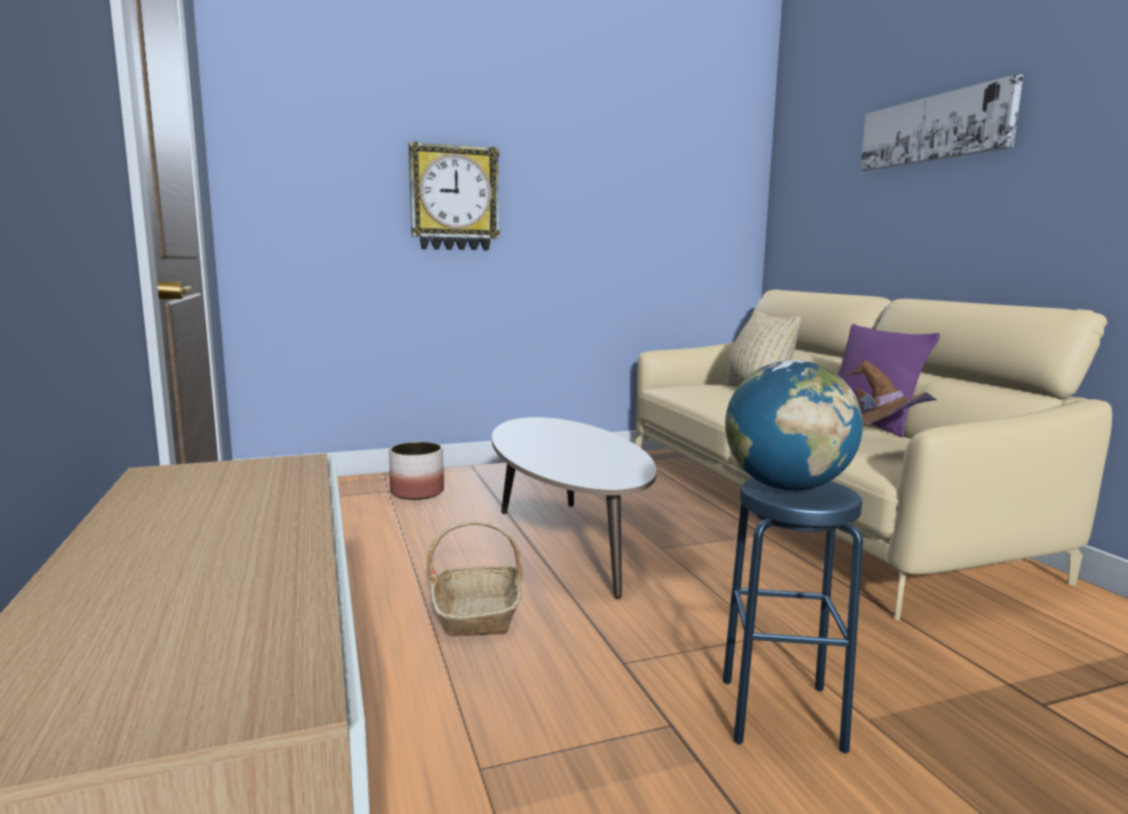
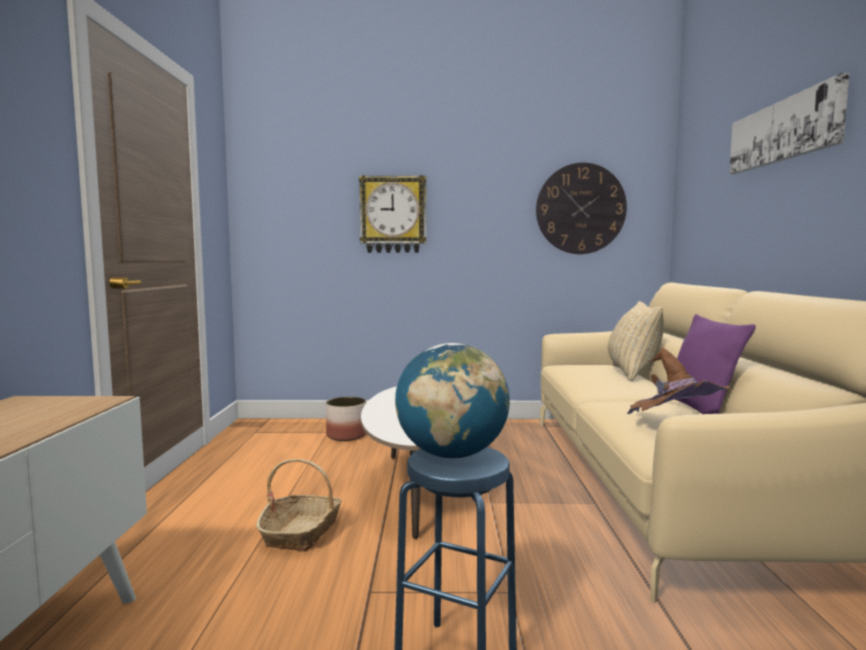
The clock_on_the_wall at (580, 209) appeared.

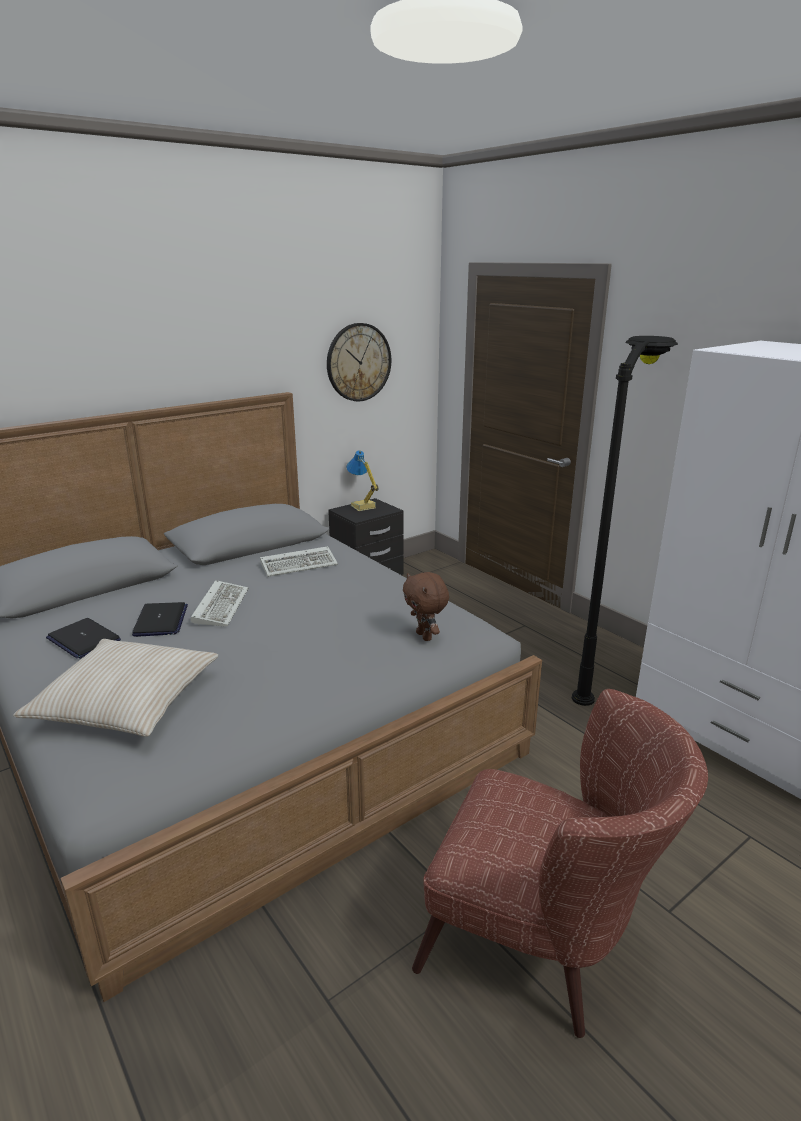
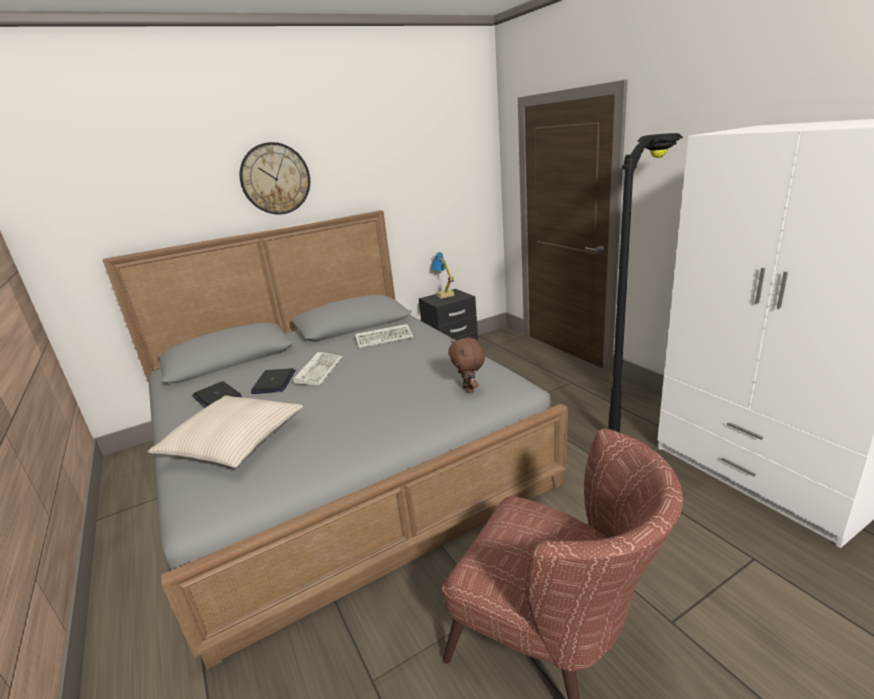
The clock_on_the_wall moved from (358, 362) to (275, 179).

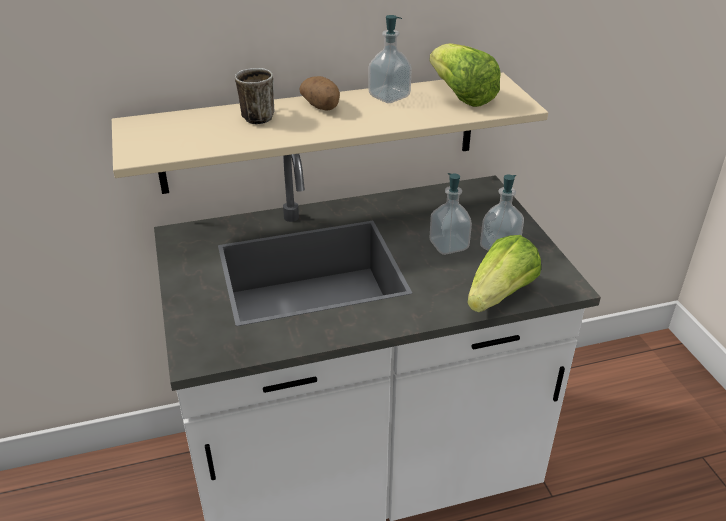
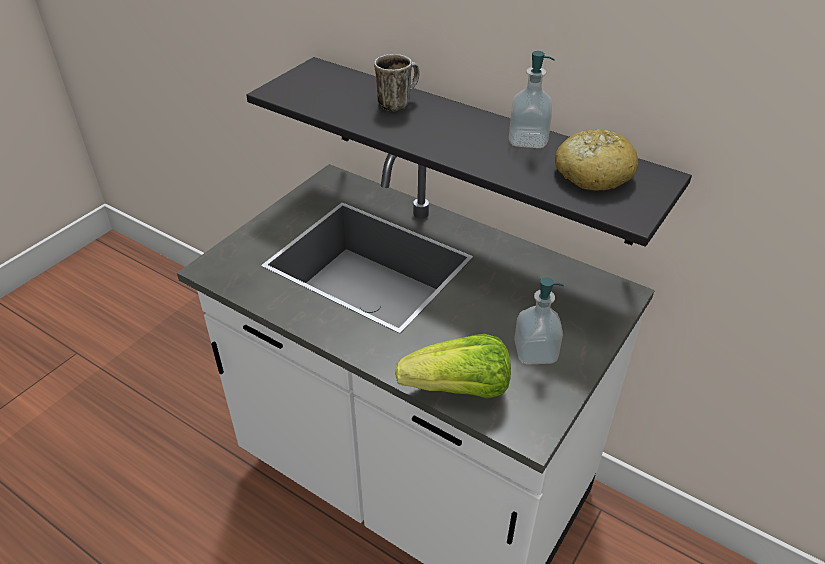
The beige_shelf at (320, 133) became the blackish_shelf at (476, 148).
The spud at (322, 107) disappeared.
The lettuce at (461, 96) was replaced by the baked_bread at (592, 174).
The soap_bottle at (448, 245) disappeared.

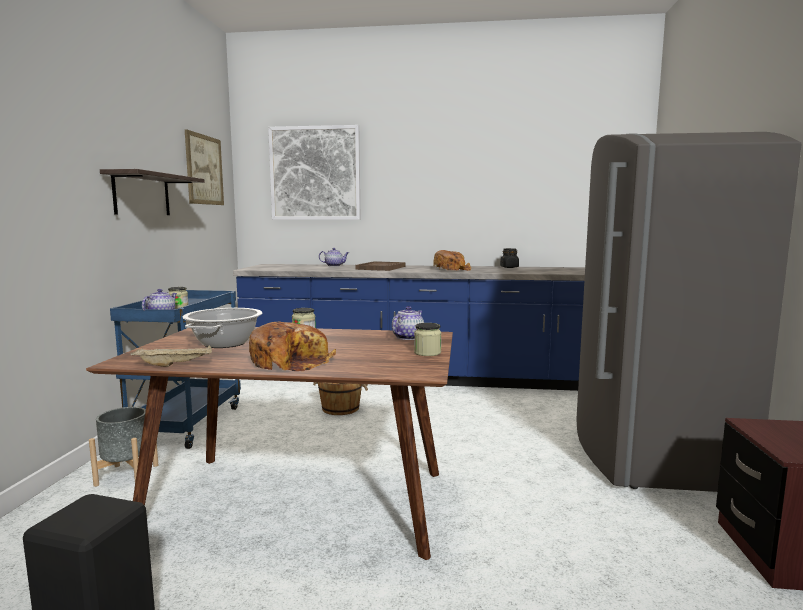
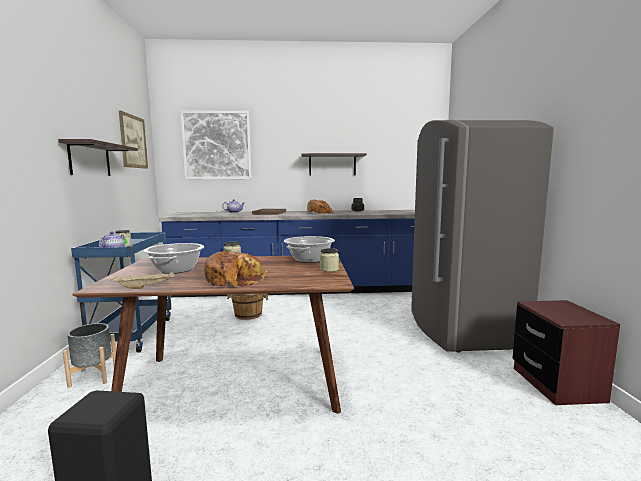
The pot_for_tea at (408, 337) was replaced by the stockpot at (309, 259).
The shelf at (332, 165) appeared.

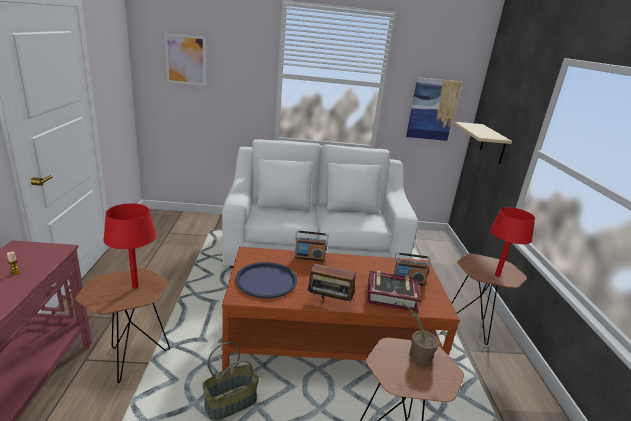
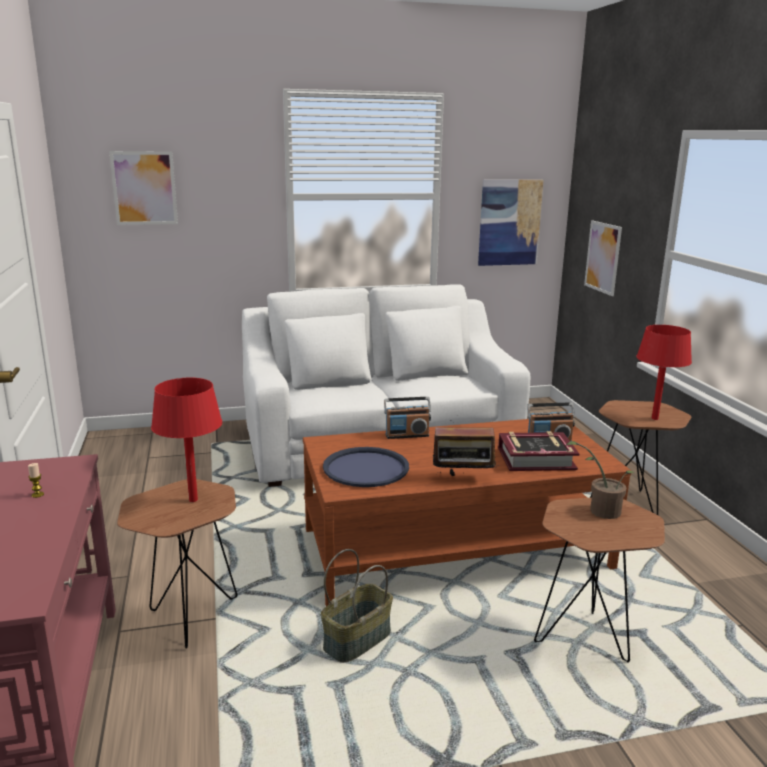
The beige_shelf at (493, 144) was replaced by the wall_picture at (603, 257).

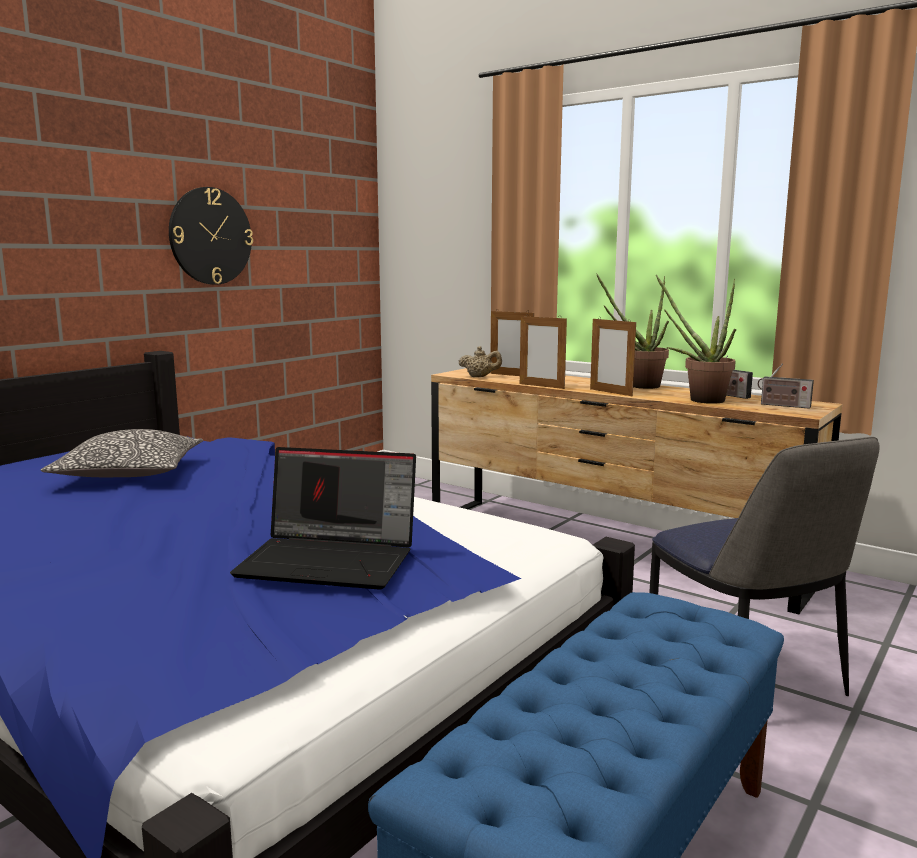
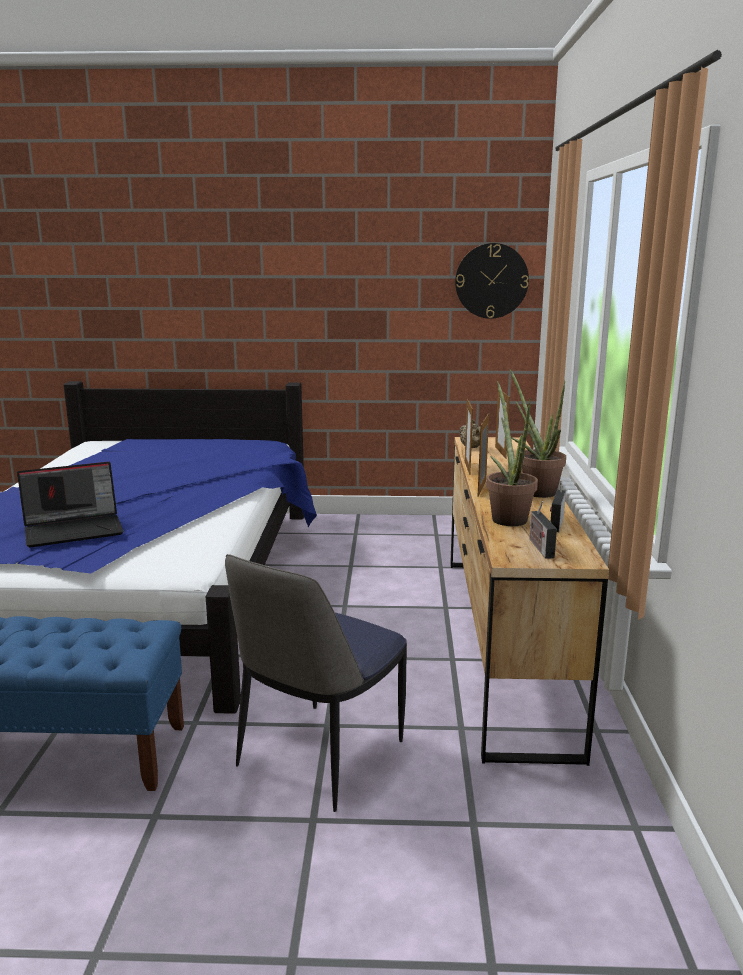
The cushion at (129, 474) disappeared.
The clock_on_the_wall moved from (210, 236) to (491, 281).
The notebook_computer at (331, 560) turned 90 degrees counterclockwise.

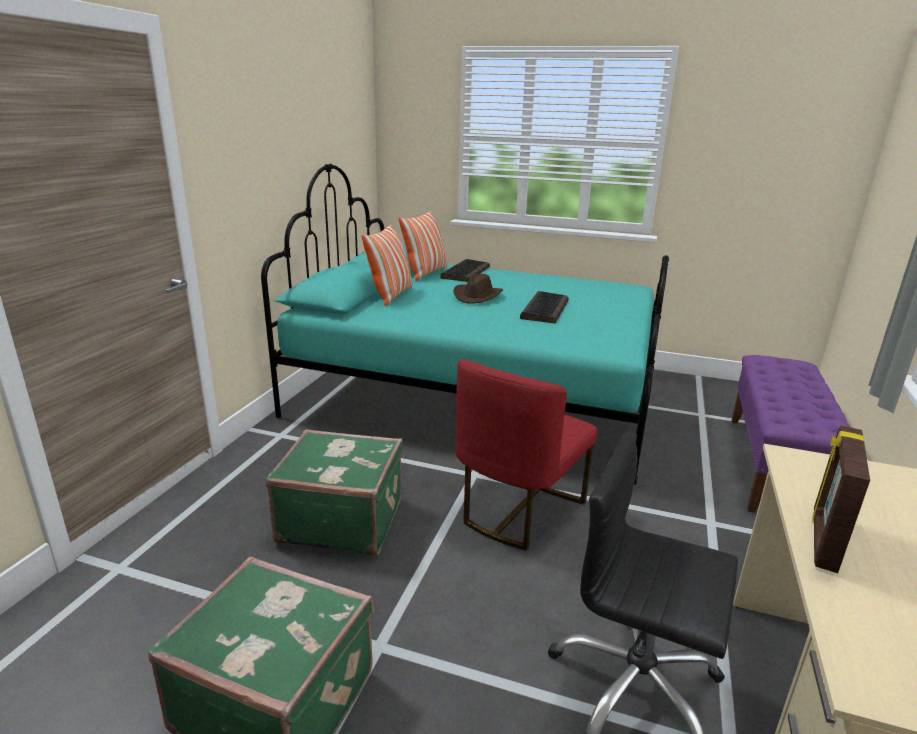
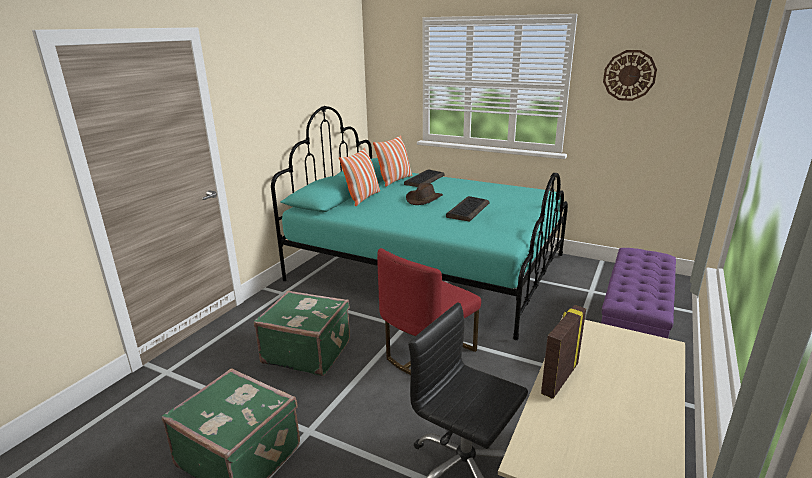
The clock_on_the_wall at (629, 75) appeared.

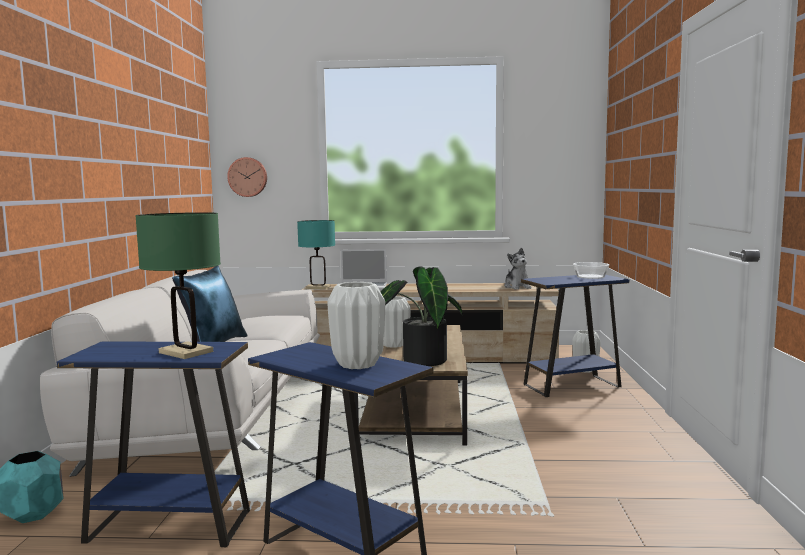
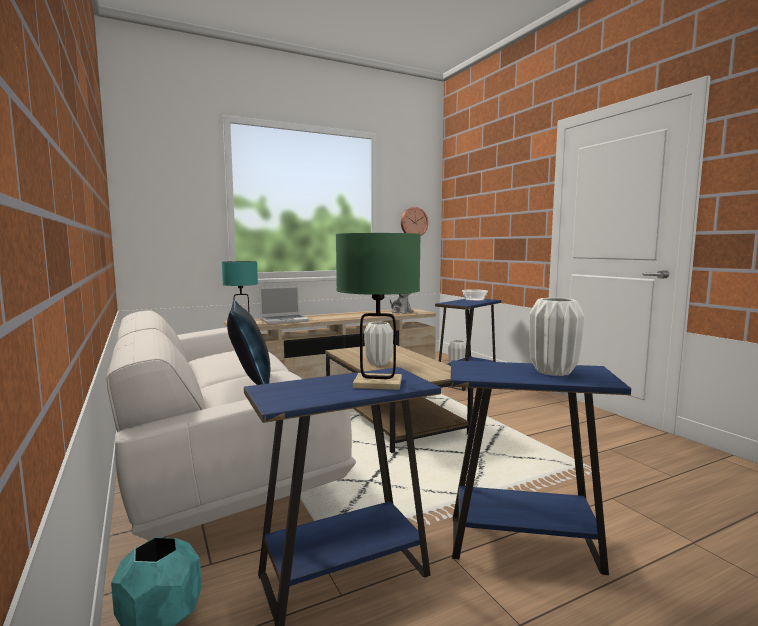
The clock_on_the_wall moved from (248, 177) to (413, 222).
The potted_plant at (419, 360) disappeared.

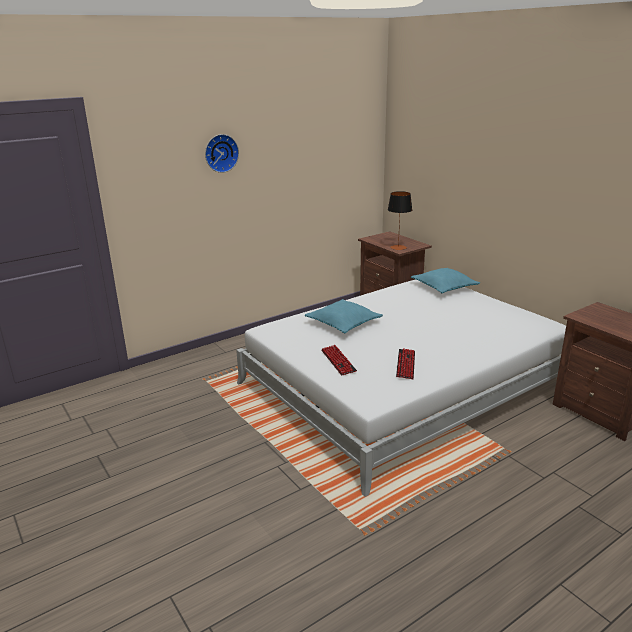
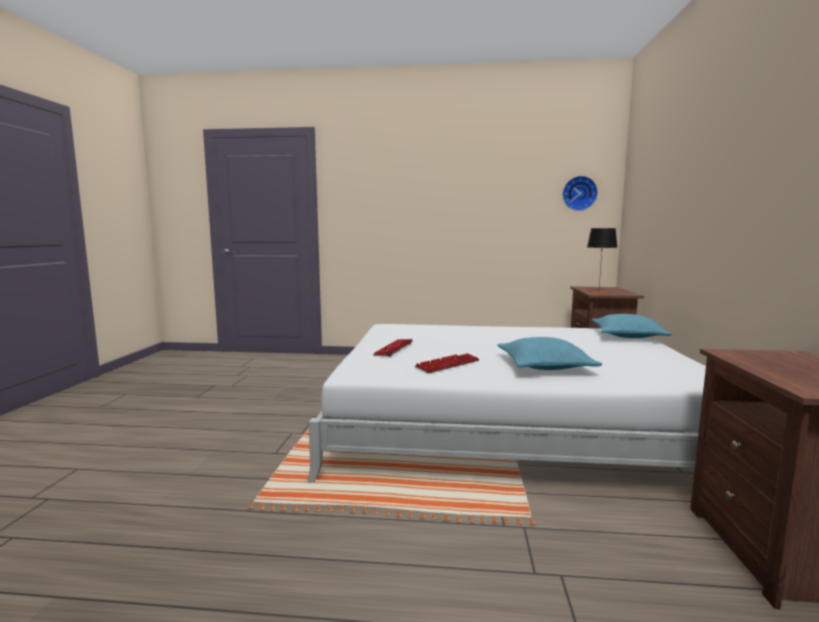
The clock_on_the_wall moved from (220, 153) to (579, 193).
The turquoise-coloured_cushion moved from (343, 323) to (544, 366).

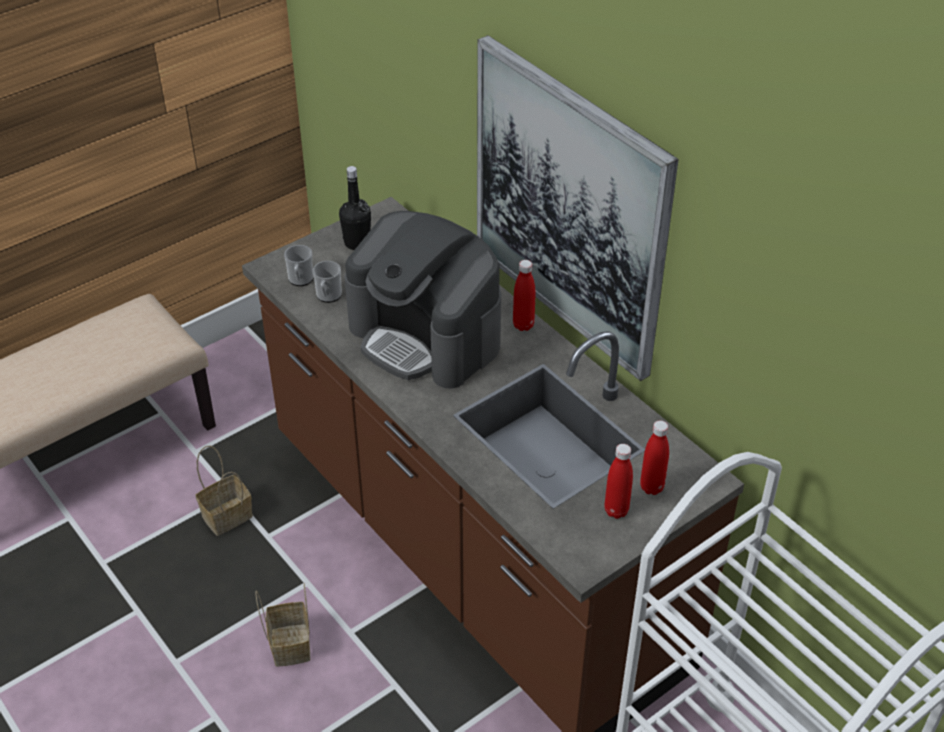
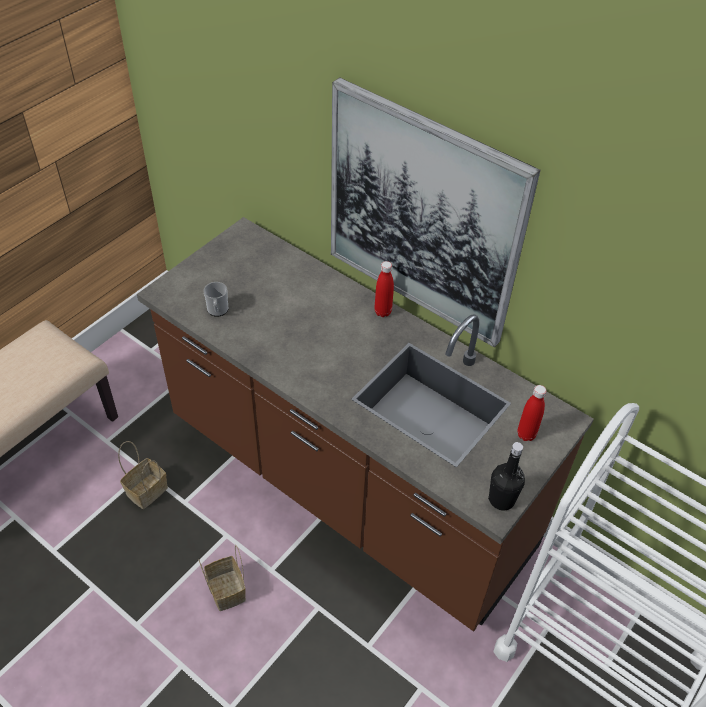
The coffee_mug at (300, 280) disappeared.
The blackish_drink_bottle moved from (357, 243) to (501, 499).
The coffee_brewer at (426, 336) disappeared.
The red-coloured_drink_bottle at (616, 510) disappeared.

